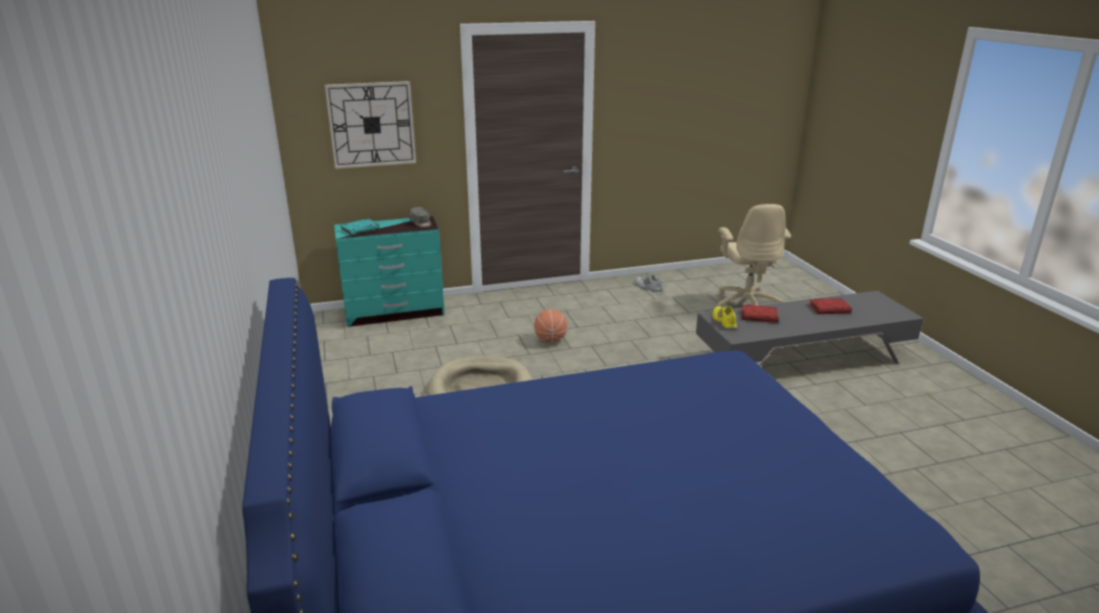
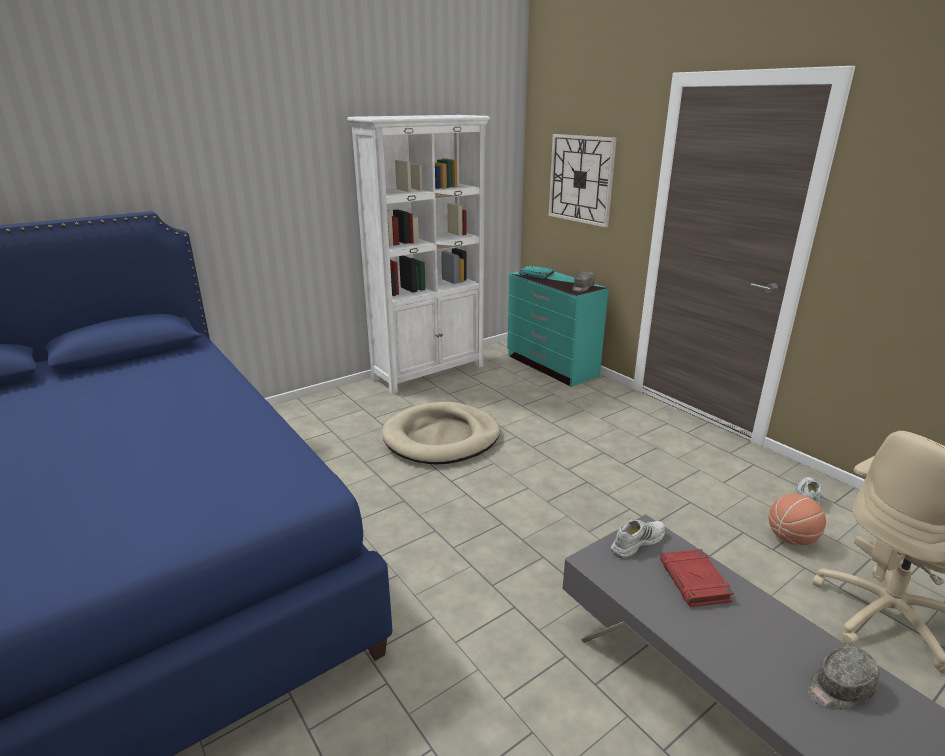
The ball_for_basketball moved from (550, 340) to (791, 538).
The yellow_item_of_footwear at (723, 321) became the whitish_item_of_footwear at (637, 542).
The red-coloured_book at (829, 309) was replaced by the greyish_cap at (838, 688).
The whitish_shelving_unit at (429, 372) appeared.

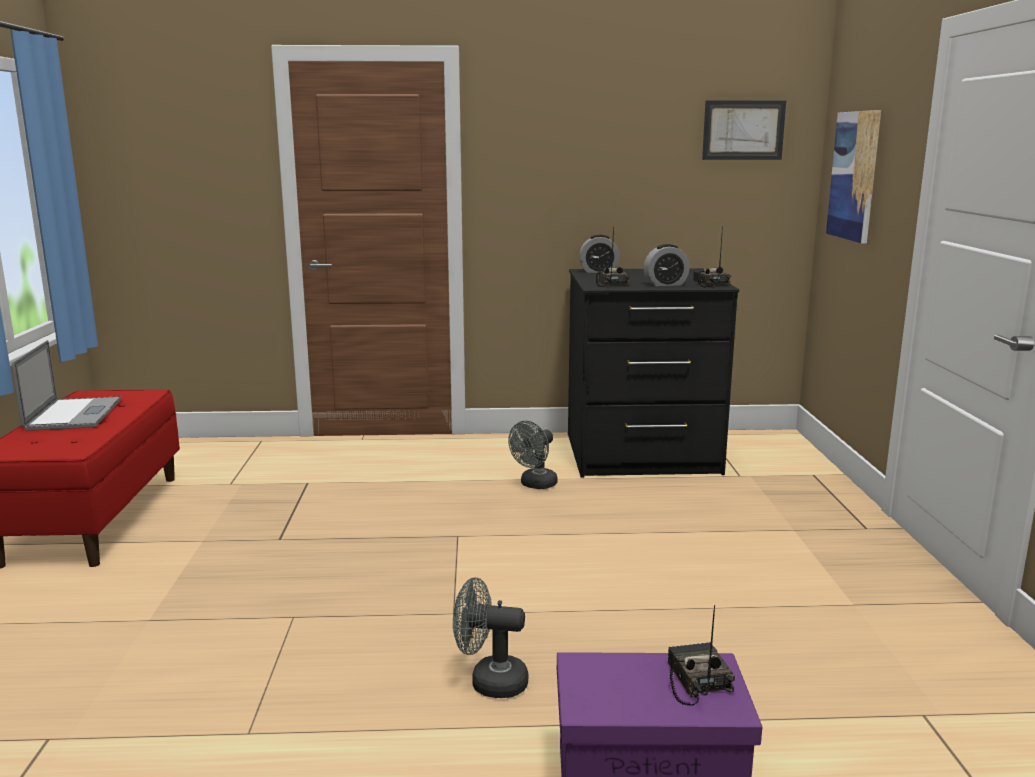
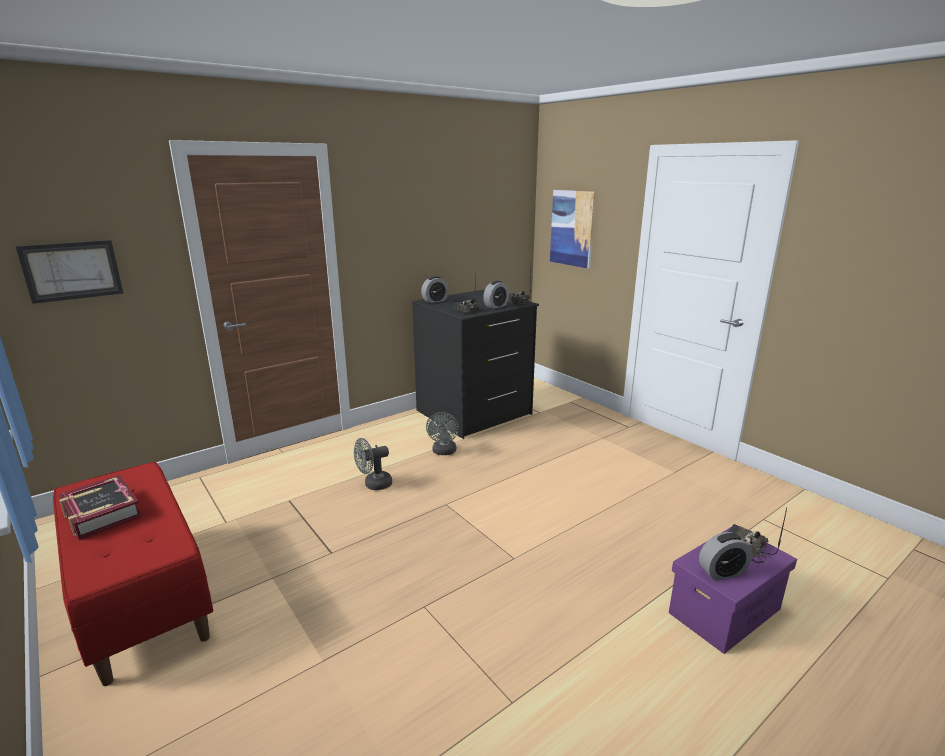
The notebook_computer at (74, 414) was replaced by the book at (101, 513).
The greyish_fan moved from (489, 682) to (374, 485).
The wall_picture moved from (743, 130) to (72, 270).
The alarm_clock at (722, 572) appeared.

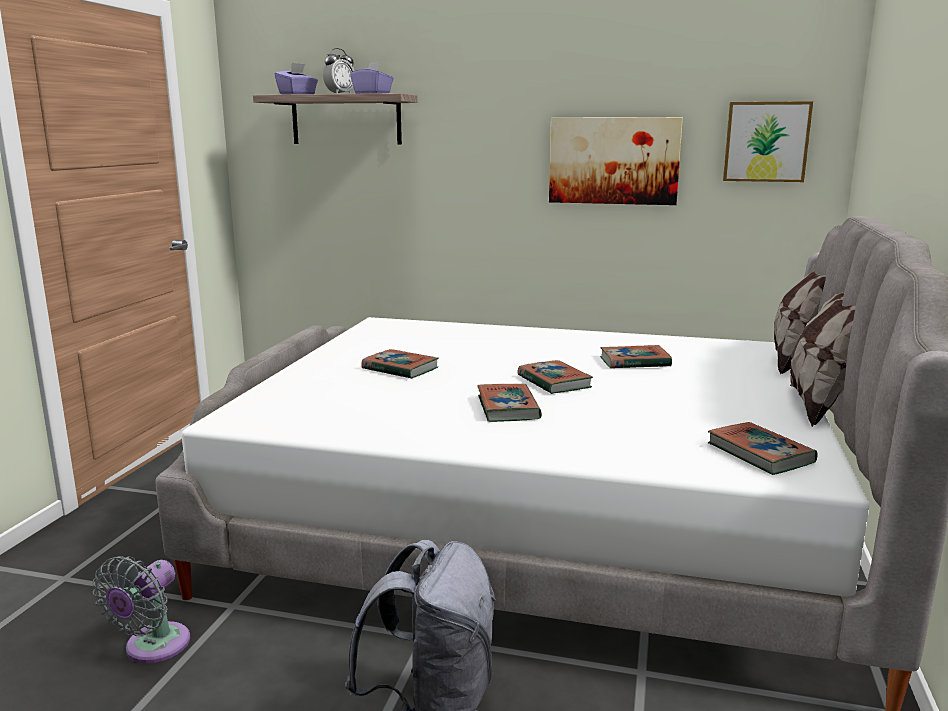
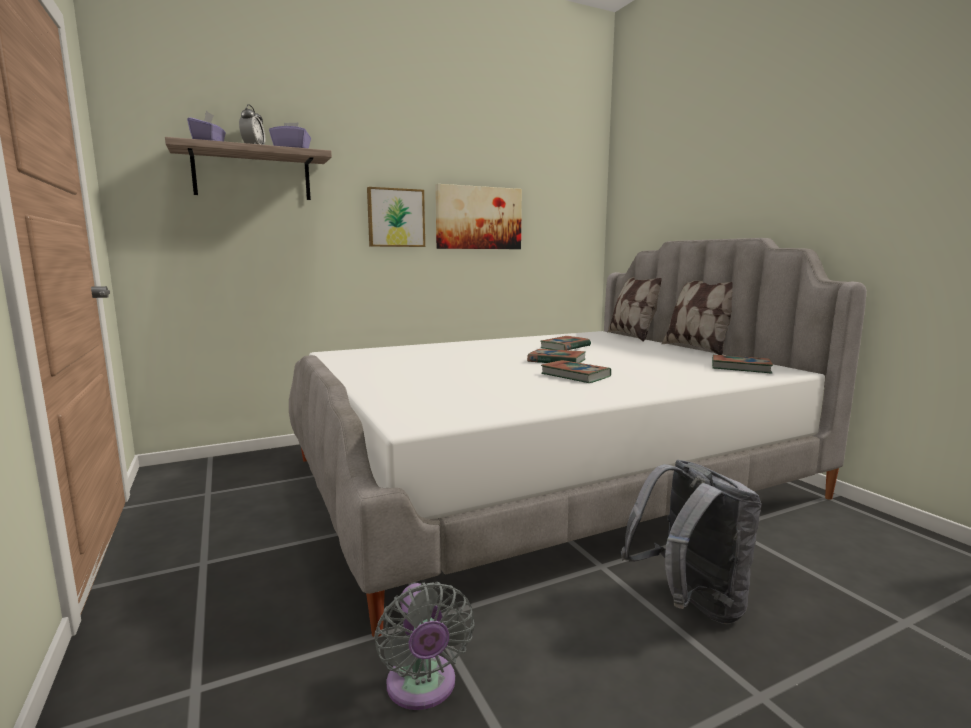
The book at (400, 369) disappeared.
The wall_picture moved from (766, 142) to (395, 218).

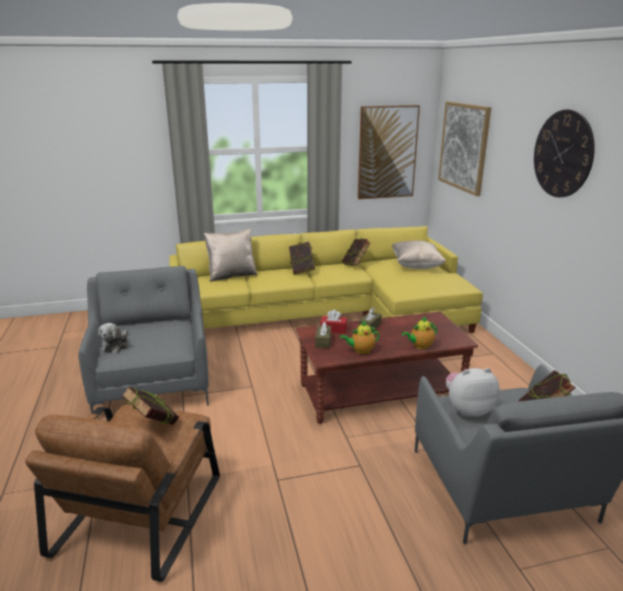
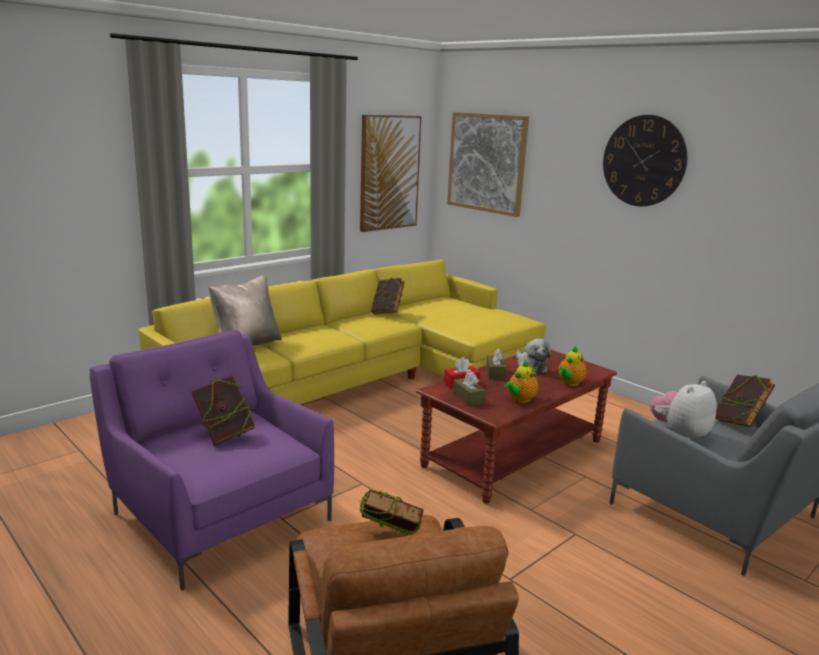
The greyish_easy_chair at (154, 382) became the purple_easy_chair at (219, 512).
The plush_toy moved from (116, 345) to (530, 366).
The book moved from (301, 271) to (224, 435).
The beige_cushion at (416, 266) disappeared.

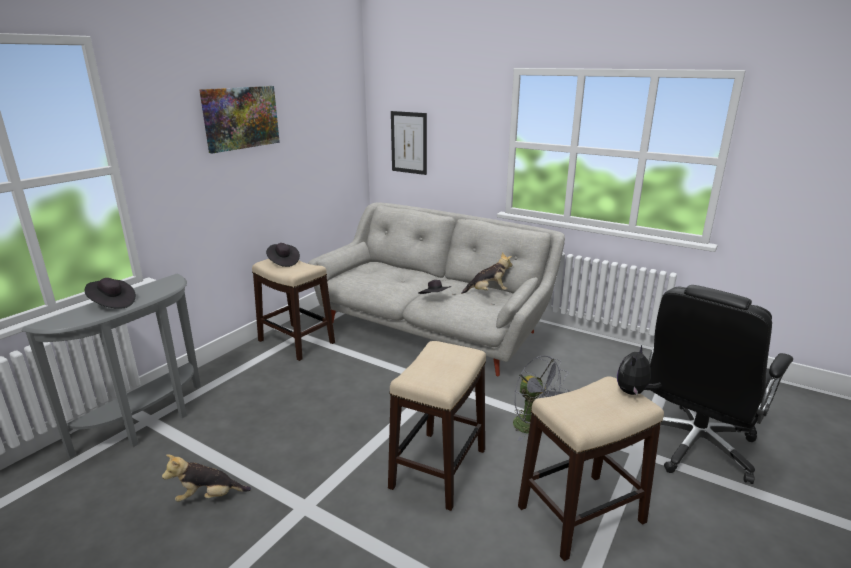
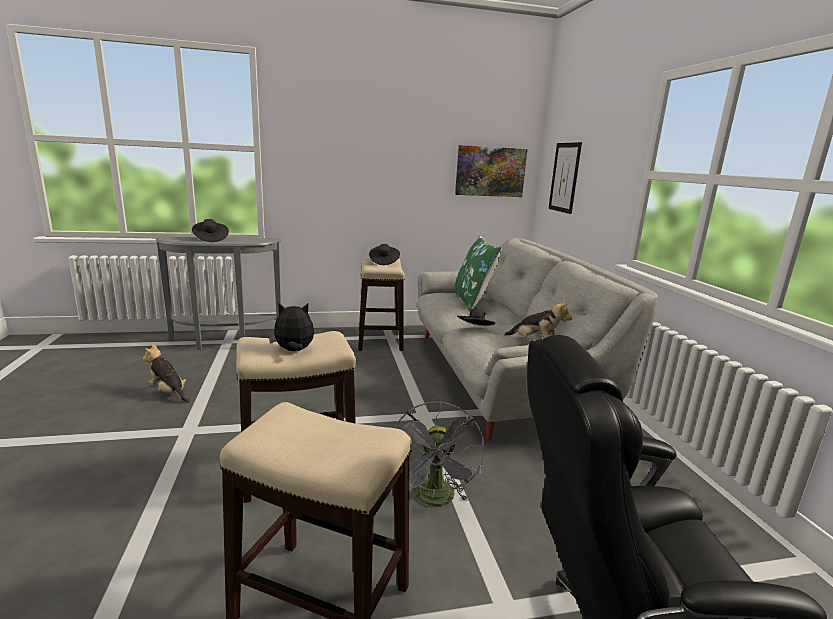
The wall_picture moved from (240, 118) to (490, 171).
The plush_toy moved from (633, 393) to (294, 351).
The green-coloured_cushion at (473, 301) appeared.

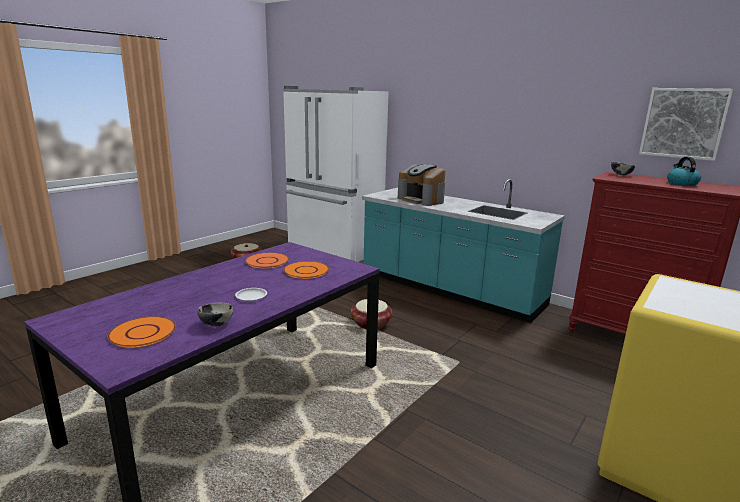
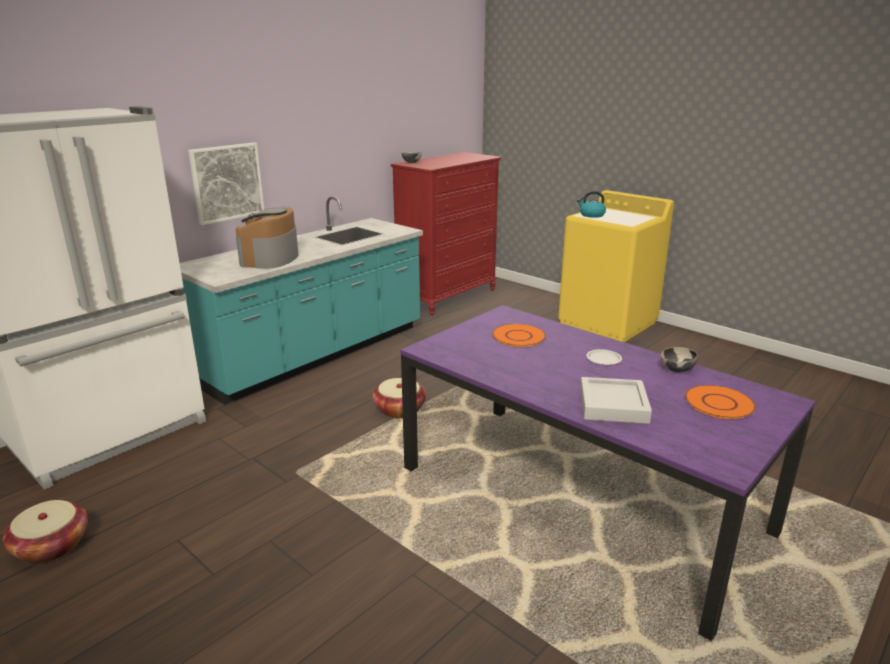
The orange_flat_dish at (267, 261) disappeared.
The coffee_brewer at (421, 200) turned 135 degrees clockwise.
The wall_picture moved from (683, 123) to (227, 182).
The tea_kettle moved from (681, 183) to (591, 215).
The greyish_carrying_tray at (613, 406) appeared.

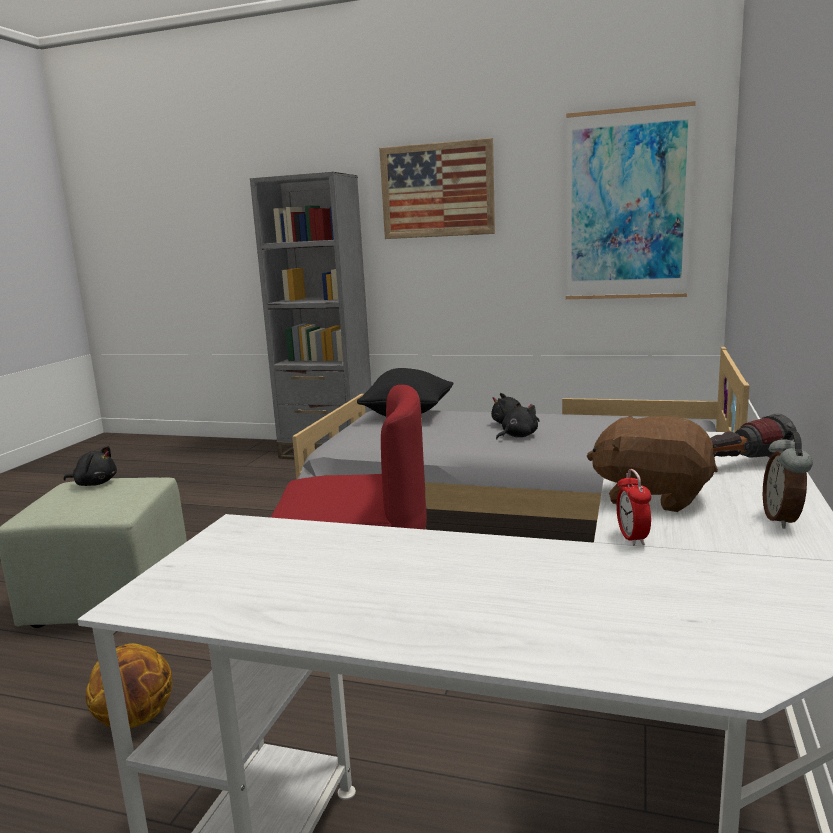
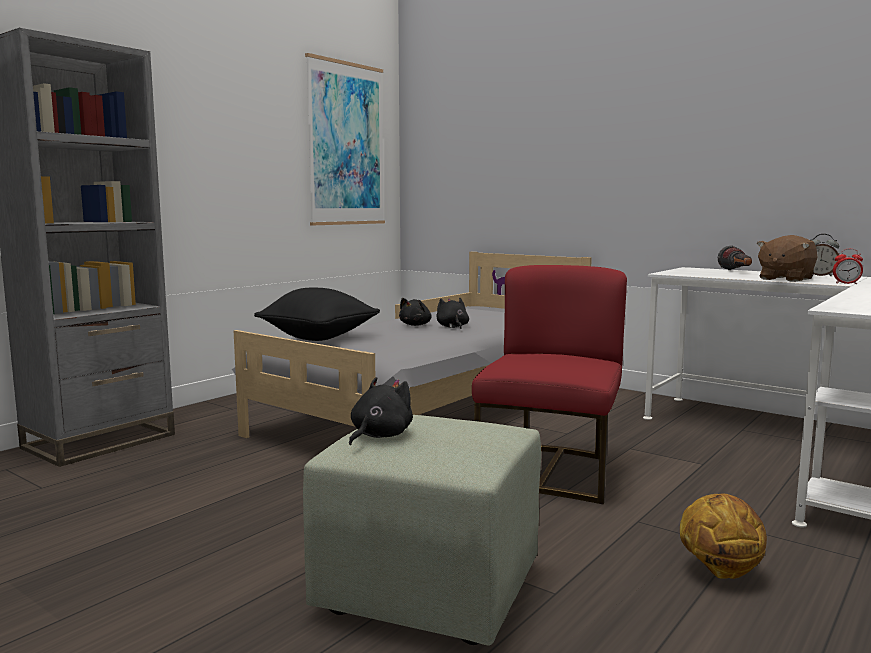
The wall_picture at (437, 190) disappeared.

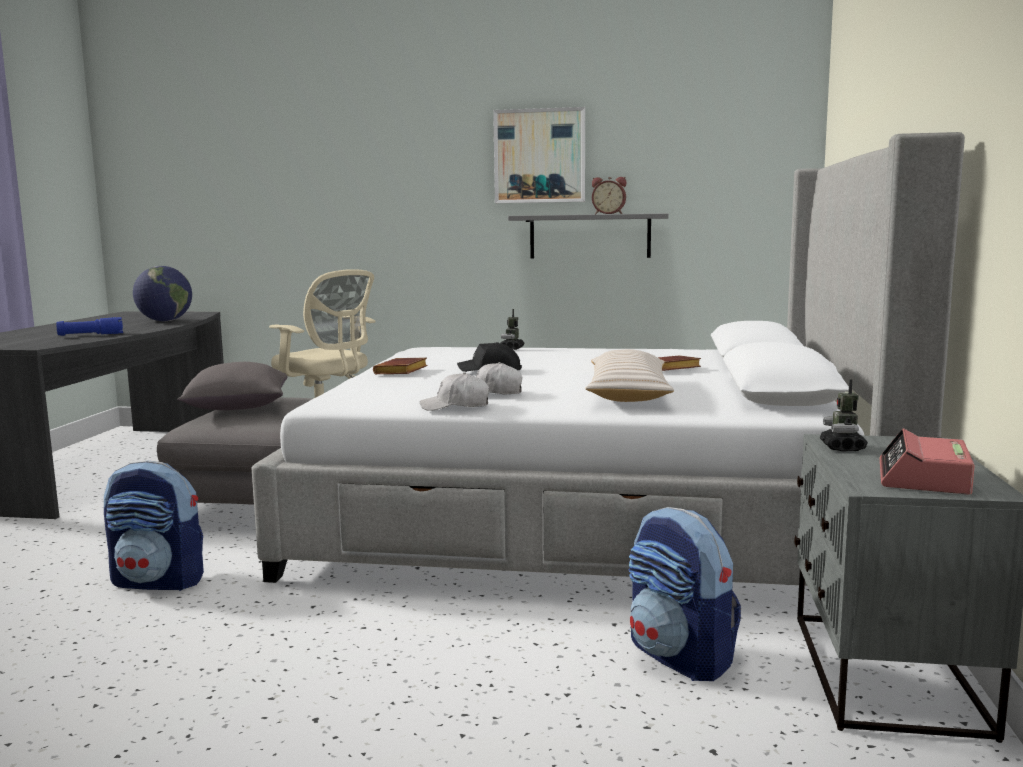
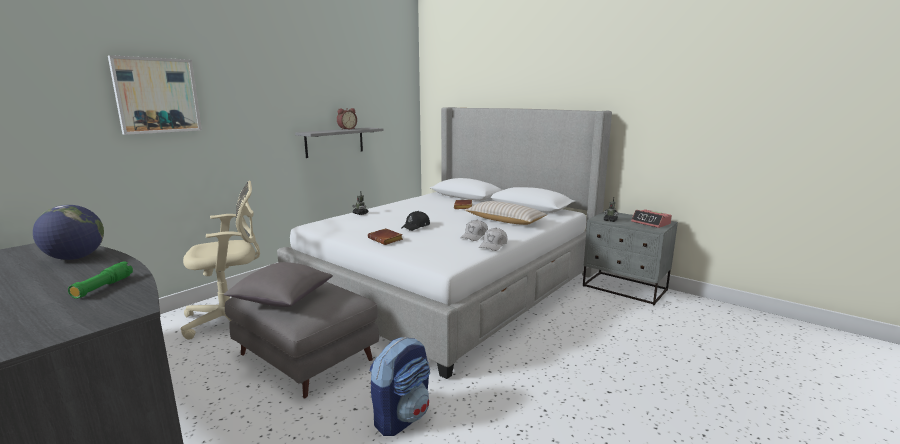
The blue_torch at (91, 335) became the green-coloured_torch at (103, 287).
The wall_picture moved from (539, 156) to (157, 95).
The knapsack at (680, 657) disappeared.

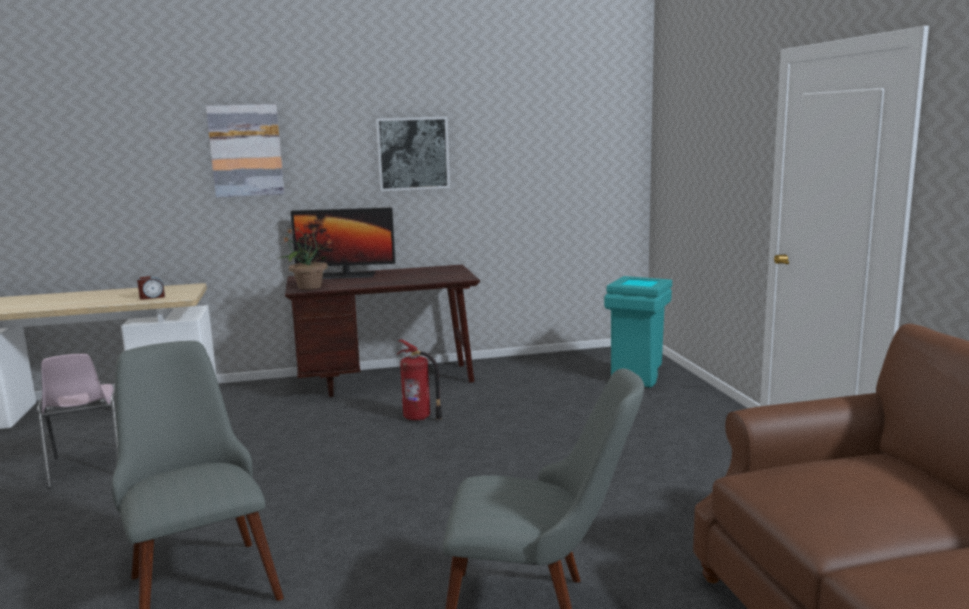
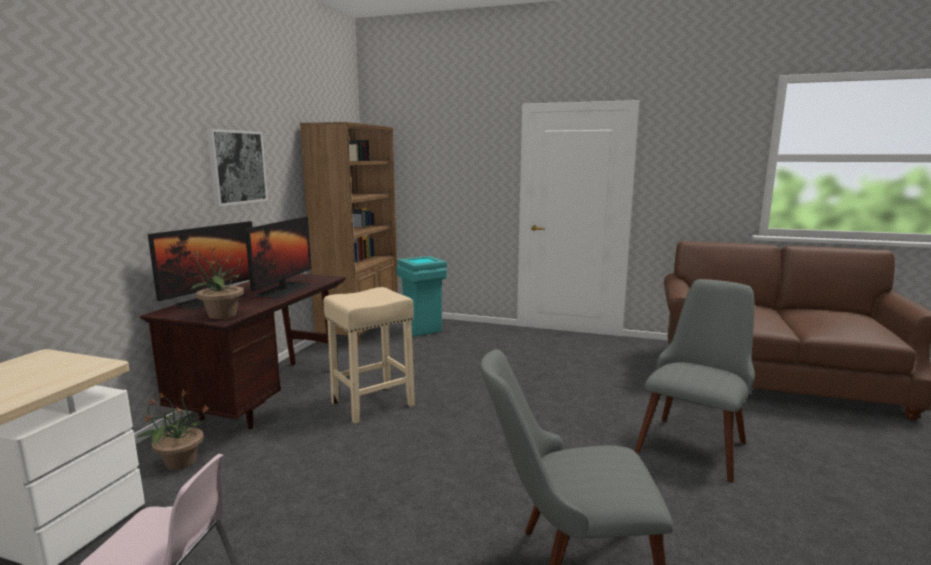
The alarm_clock at (152, 297) disappeared.
The wall_picture at (246, 150) disappeared.
The extinguisher at (418, 418) was replaced by the beige_sitting_stool at (371, 404).
The potted_plant at (180, 462) appeared.
The computer_display at (284, 290) appeared.
The brown-coloured_shelving_unit at (360, 331) appeared.

